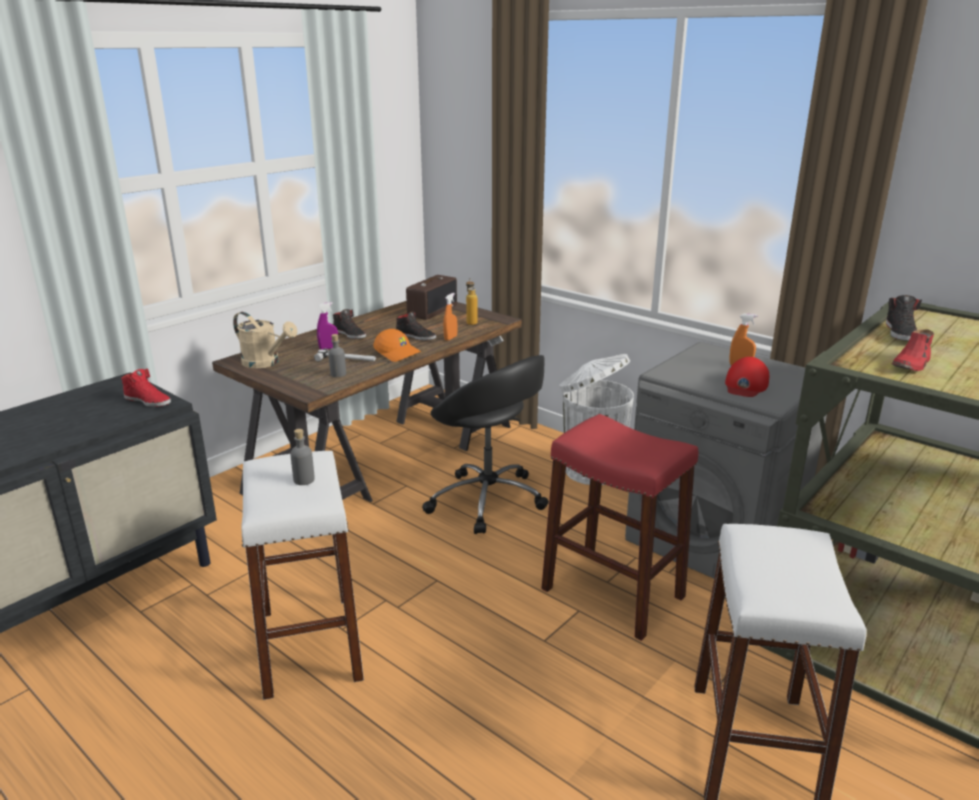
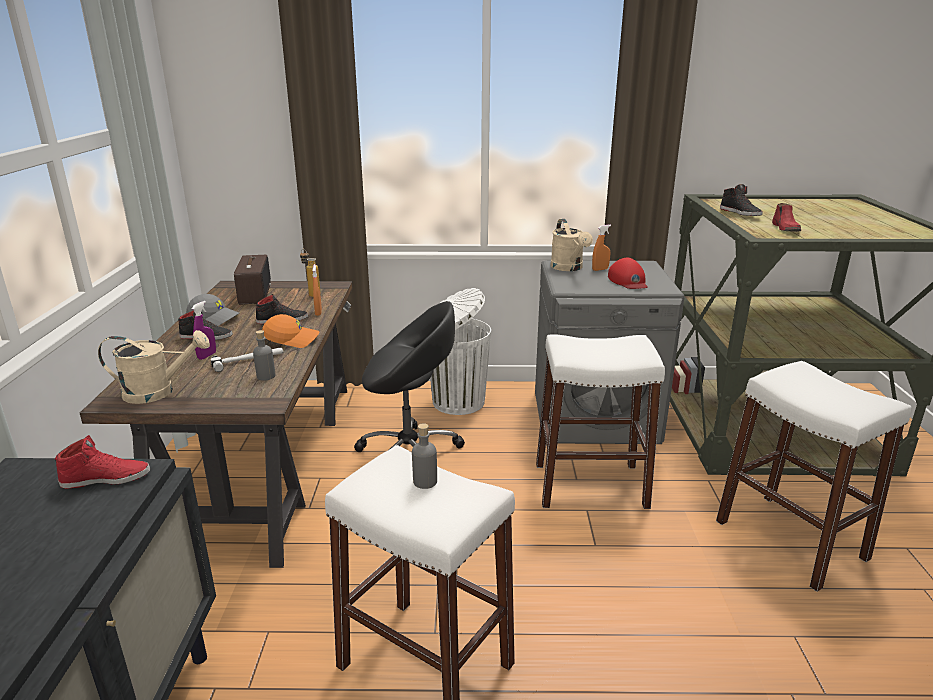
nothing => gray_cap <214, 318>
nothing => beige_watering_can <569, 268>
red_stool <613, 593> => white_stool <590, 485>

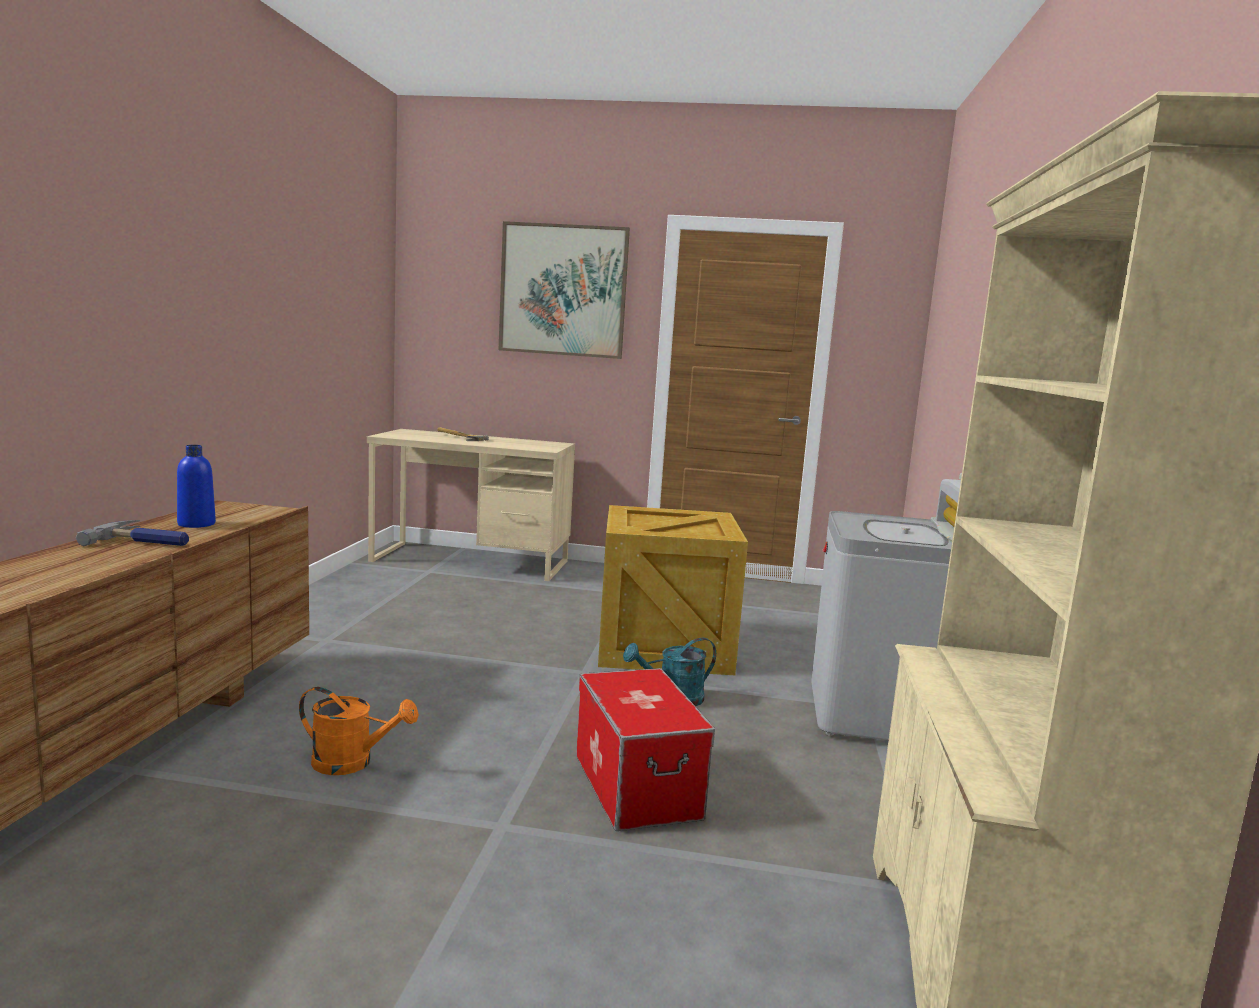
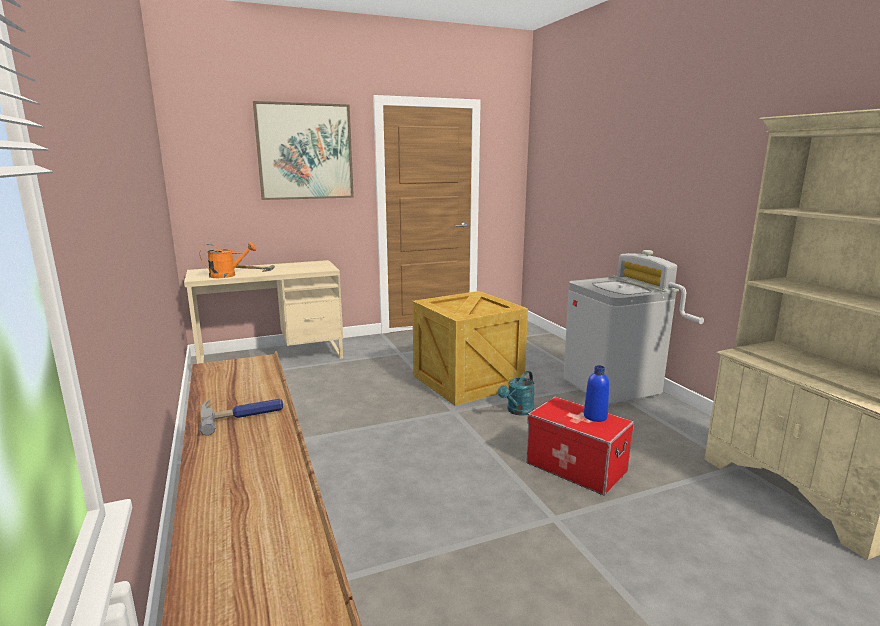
bluish_beverage_bottle <196, 524> => bluish_beverage_bottle <595, 416>, moved
orange_watering_can <352, 763> => orange_watering_can <228, 275>, moved

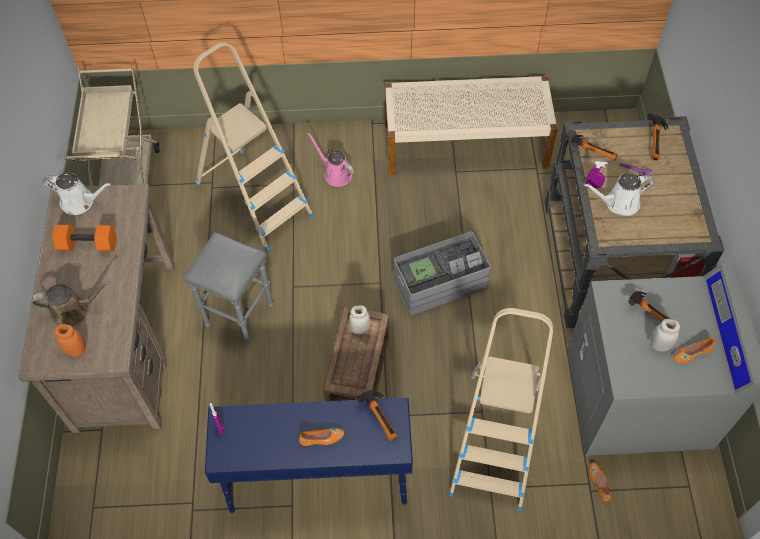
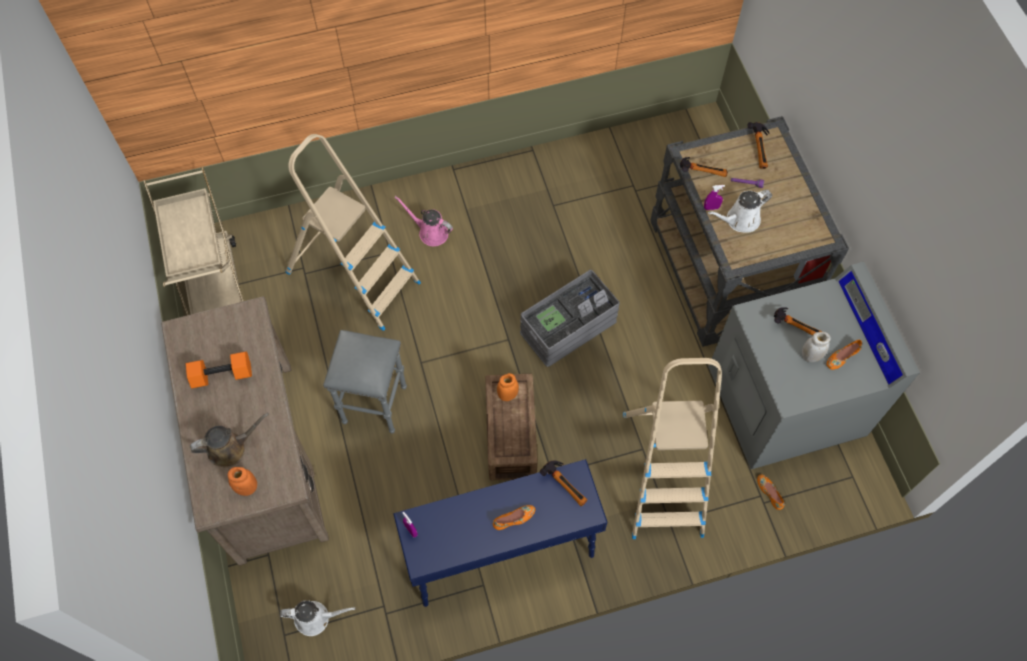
beige_indoor_bench <465, 145> => nothing
white_watering_can <80, 202> => white_watering_can <316, 618>, moved
white_preserve_jar <360, 329> => orange_preserve_jar <508, 395>

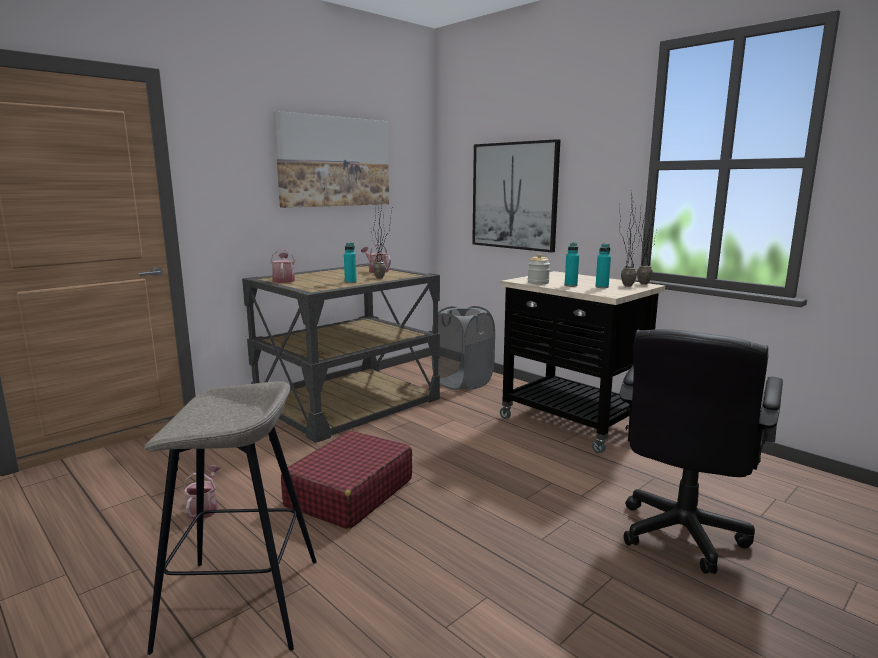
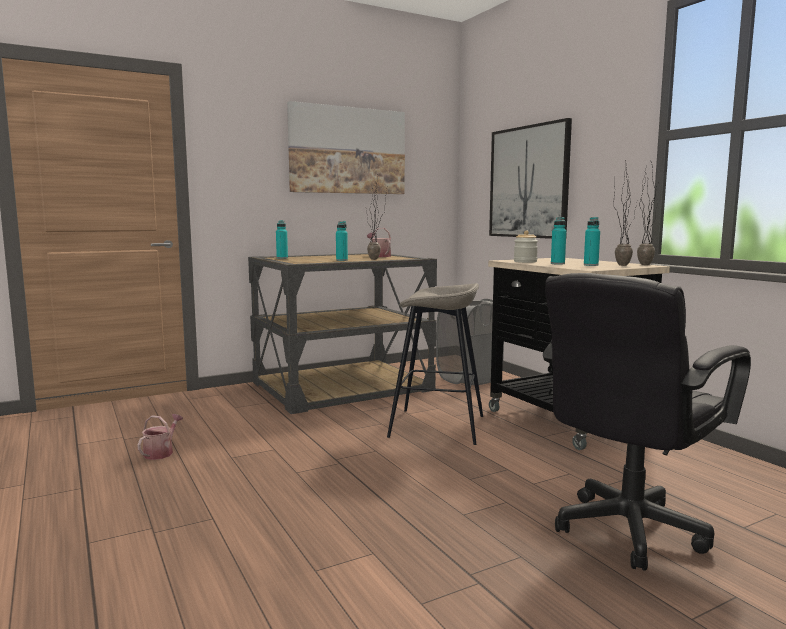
red_travel_case <349, 493> => nothing
gray_stool <241, 603> => gray_stool <437, 426>, moved
watering_can <284, 280> => blue-green_beverage_bottle <282, 258>

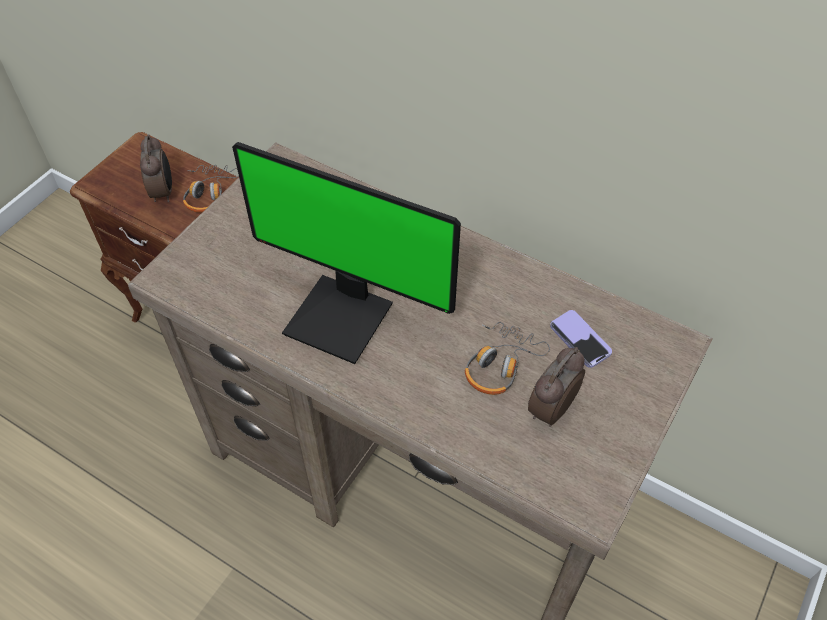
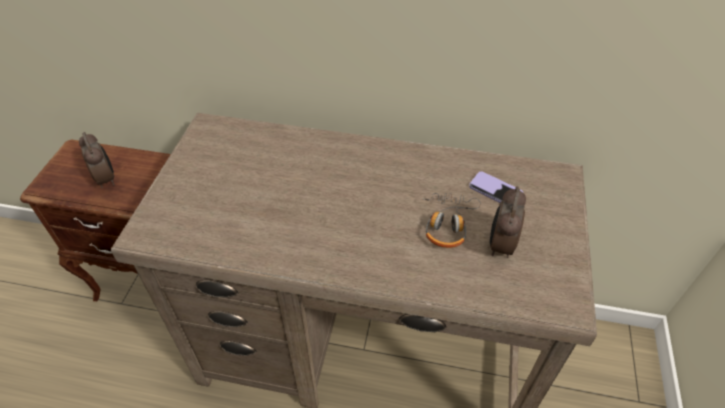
headset <210, 193> => nothing
computer_display <342, 316> => nothing

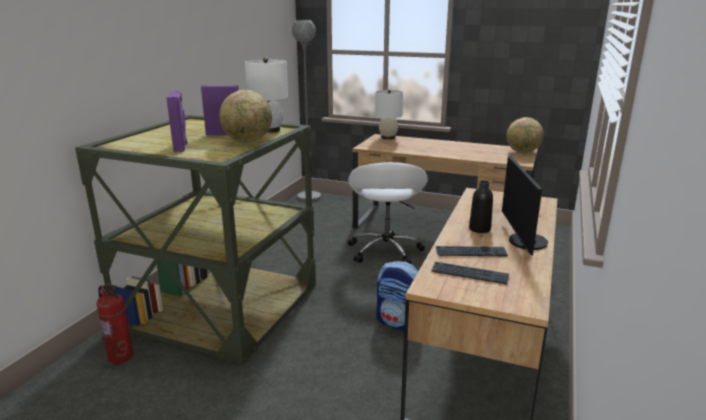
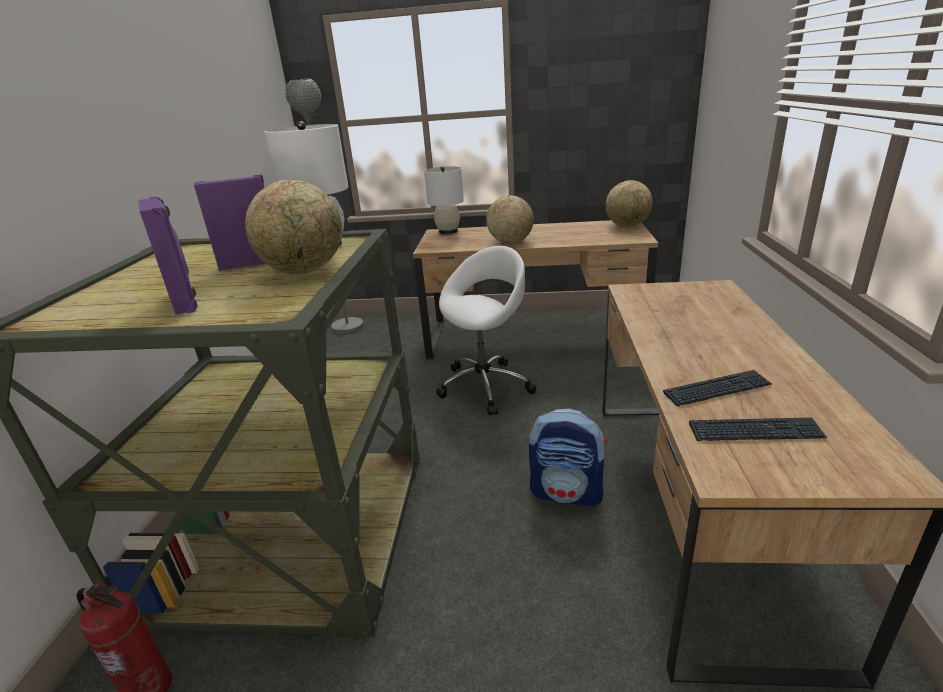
blackish_beverage_bottle <479, 229> => nothing
computer_display <523, 242> => nothing
nothing => globe <510, 242>
white_computer_chair <385, 252> => white_computer_chair <486, 385>, 105 degrees counterclockwise

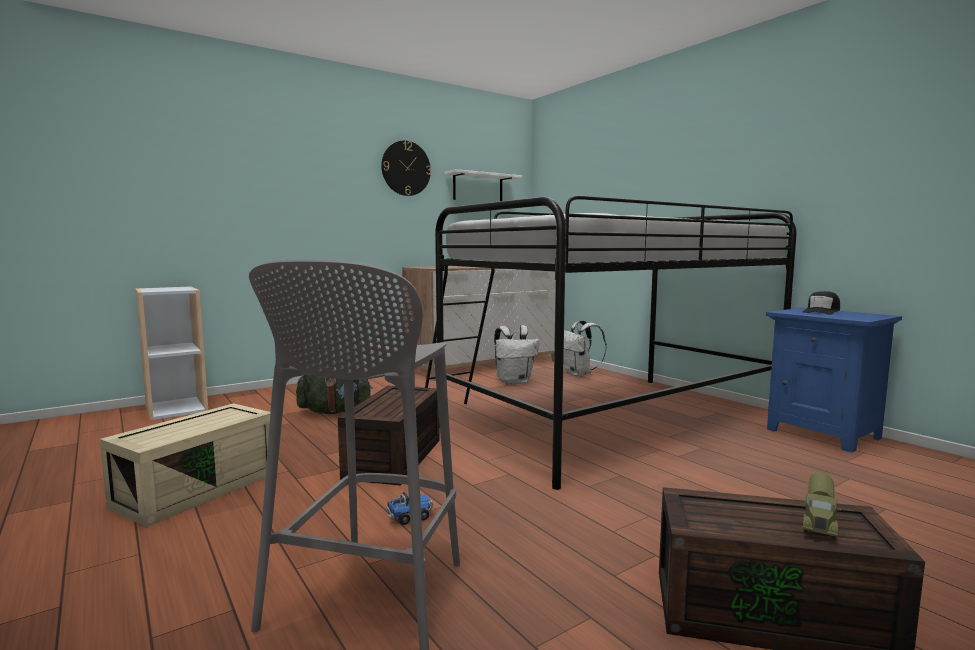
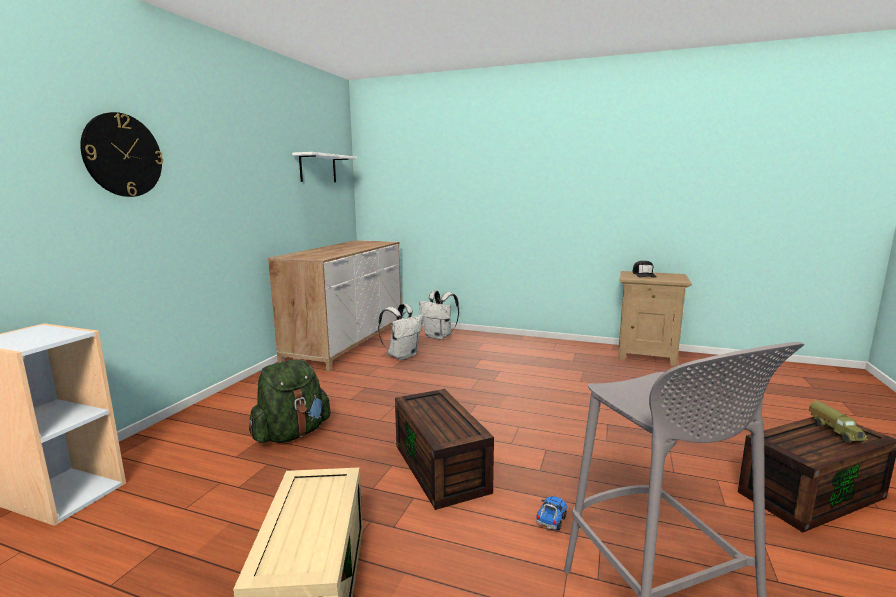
blackish_sleeping_bed <610, 420> => nothing
clock_on_the_wall <406, 168> => clock_on_the_wall <123, 155>, moved
bluish_bedside_table <823, 434> => beige_bedside_table <647, 356>

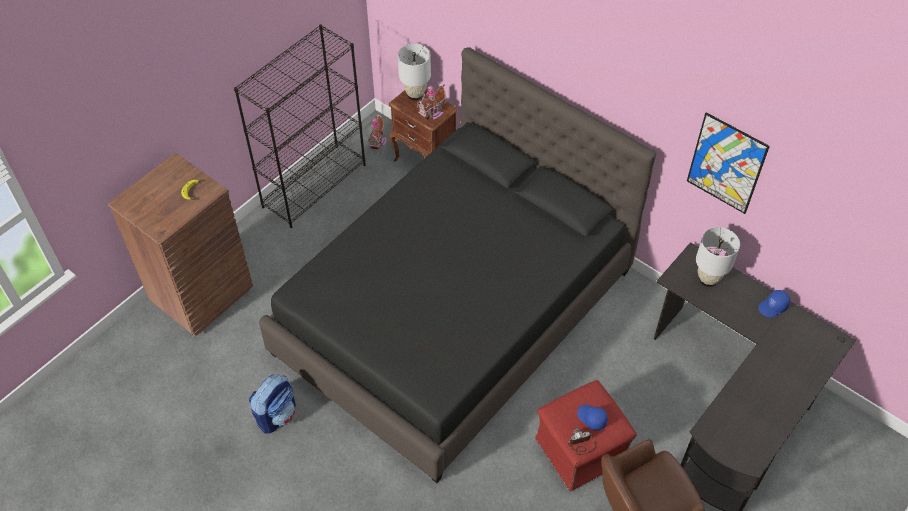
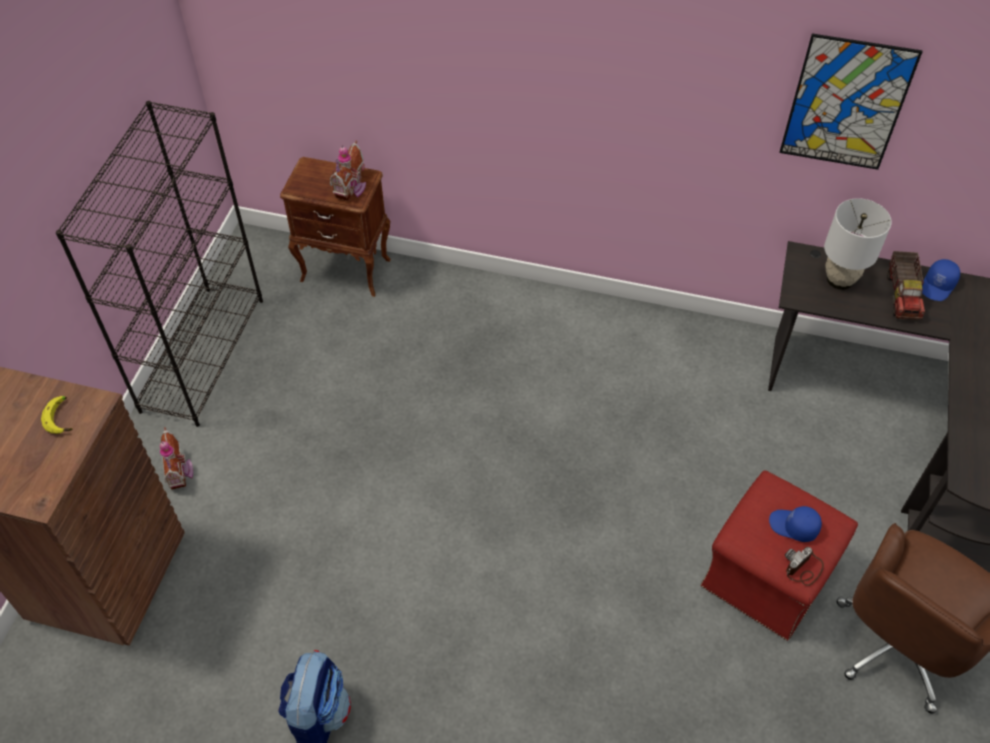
blackish_sleeping_bed <455, 311> => nothing
white_lamp_for_a_table <415, 94> => nothing
nothing => toy_lorry <903, 295>
miniature_house <378, 142> => miniature_house <180, 472>, moved

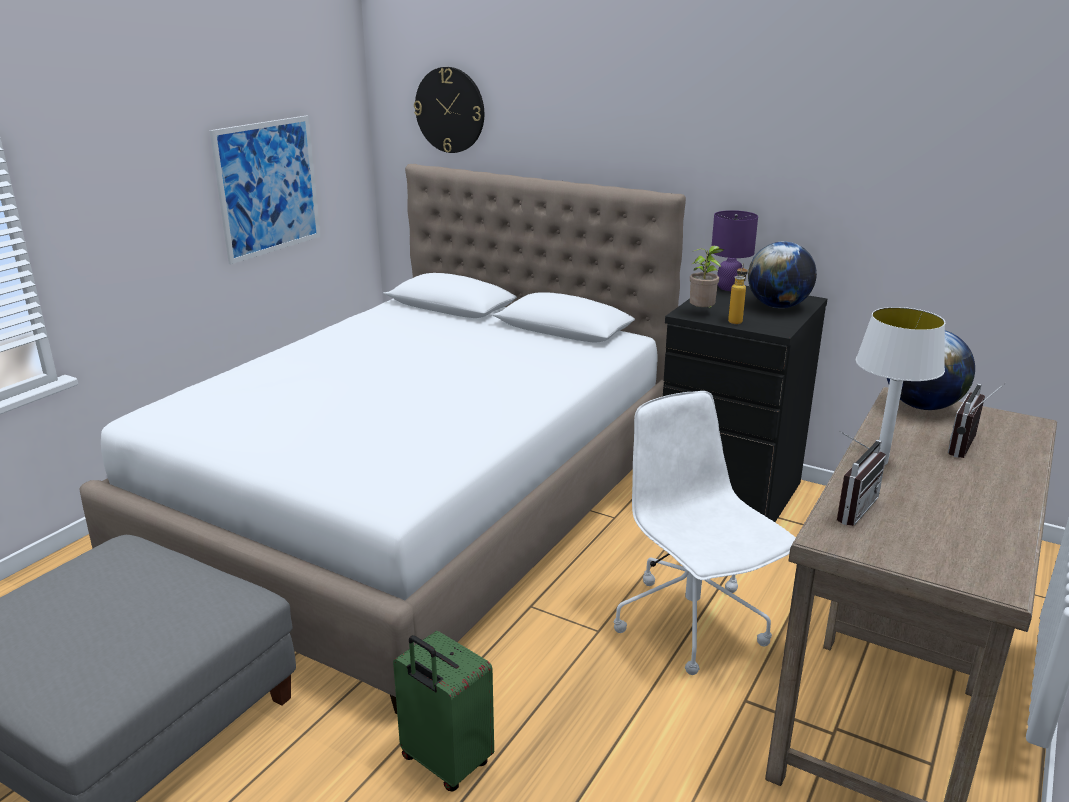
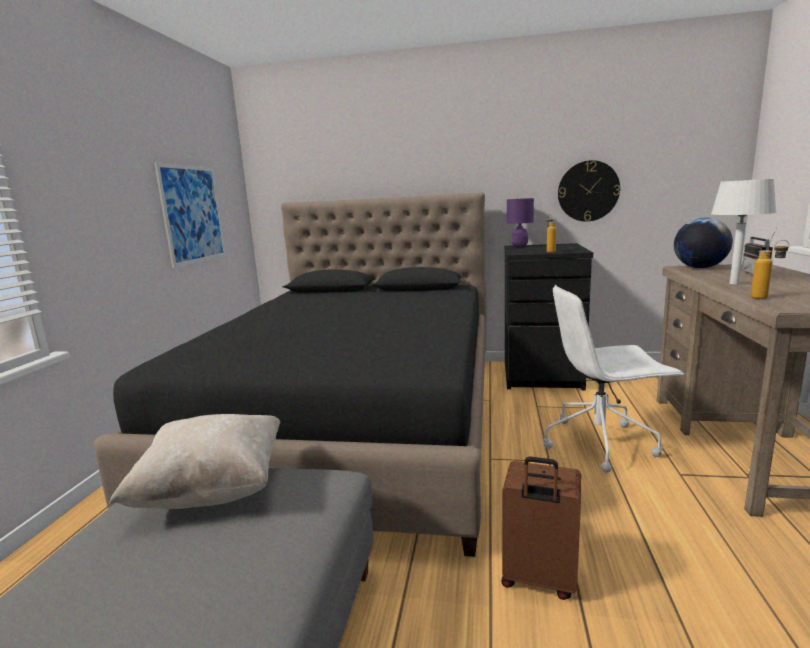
plant_in_a_pot <702, 313> => nothing
globe <778, 306> => nothing
nothing => beige_cushion <213, 488>
clock_on_the_wall <450, 110> => clock_on_the_wall <588, 191>, moved
radio <849, 507> => beverage_bottle <765, 297>
white_sleeping_bed <421, 506> => blackish_sleeping_bed <357, 421>
green_travel_case <444, 763> => brown_travel_case <538, 579>
white_computer_chair <695, 628> => white_computer_chair <603, 443>, 45 degrees counterclockwise

